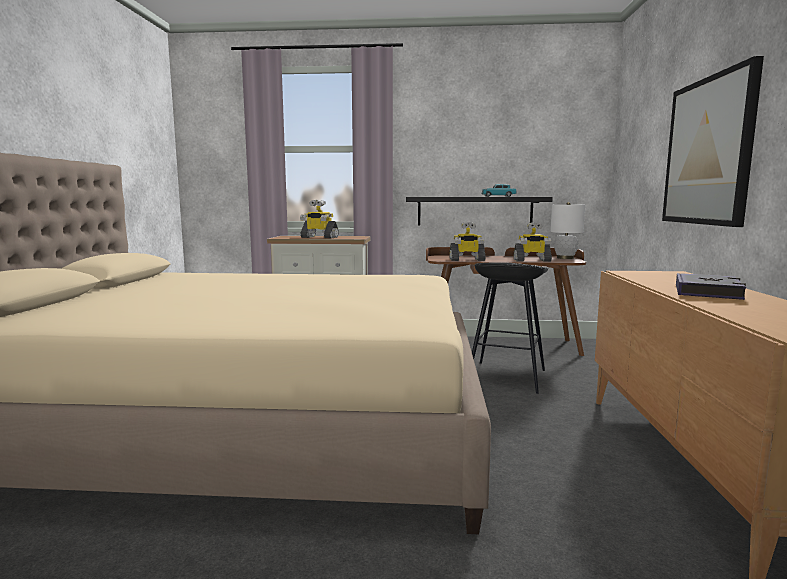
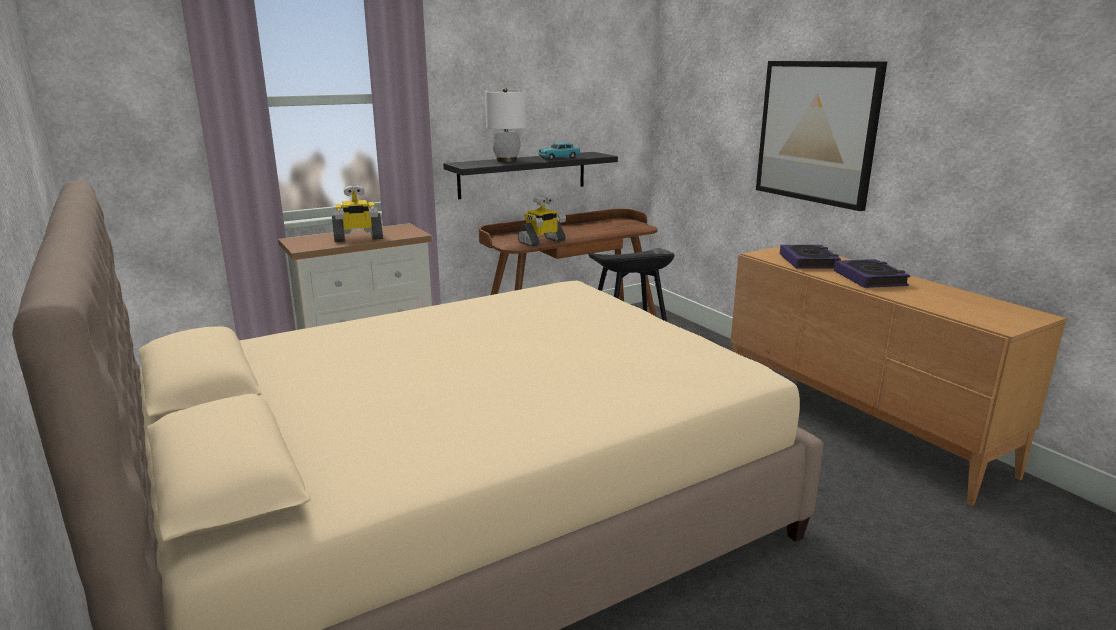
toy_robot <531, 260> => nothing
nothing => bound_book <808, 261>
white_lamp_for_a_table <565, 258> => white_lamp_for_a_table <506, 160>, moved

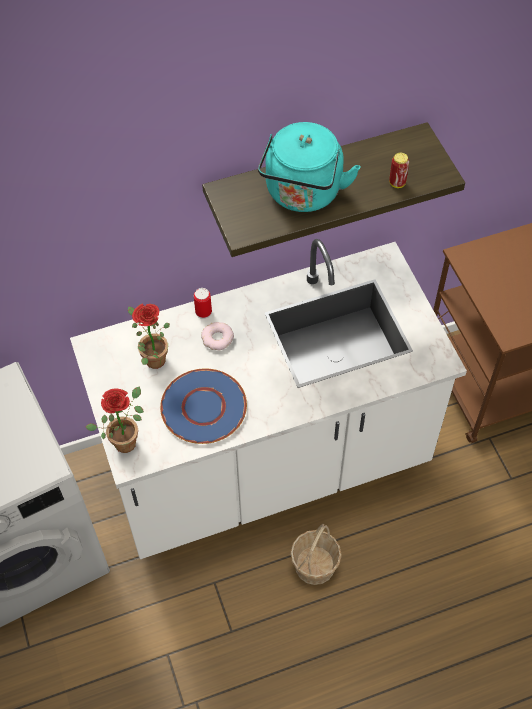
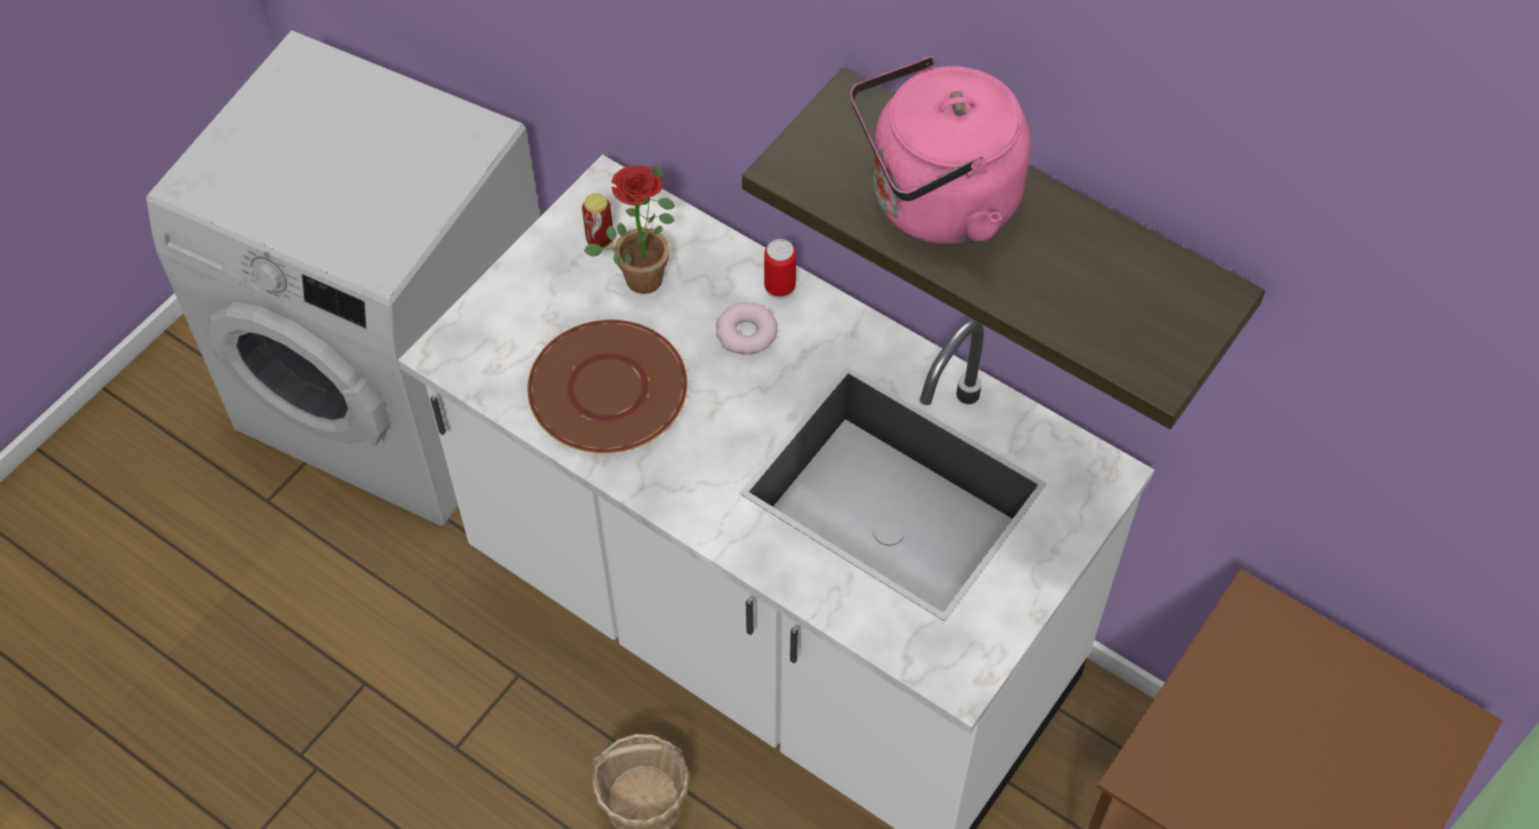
plant_in_a_pot <126, 439> => nothing
can <397, 183> => can <600, 240>, moved
bluish_flat_dish <203, 408> => brown_flat_dish <607, 389>
blue-green_water_kettle <303, 194> => pinkish_water_kettle <935, 204>

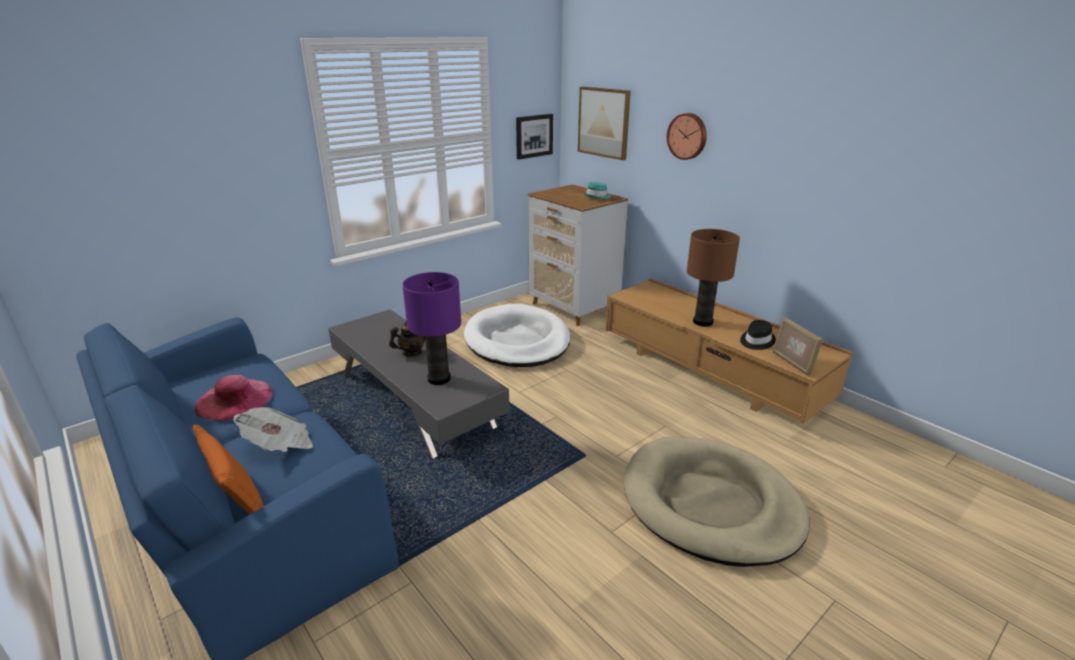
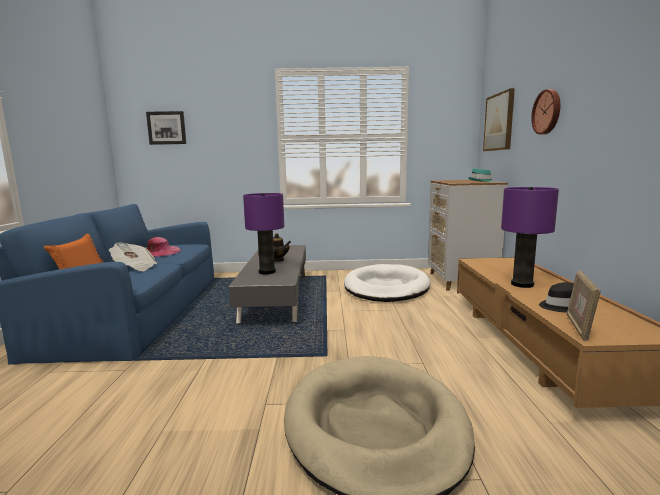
wall_art <534, 136> => wall_art <166, 128>, moved
brown_lamp_for_a_table <703, 322> => purplish_lamp_for_a_table <522, 284>

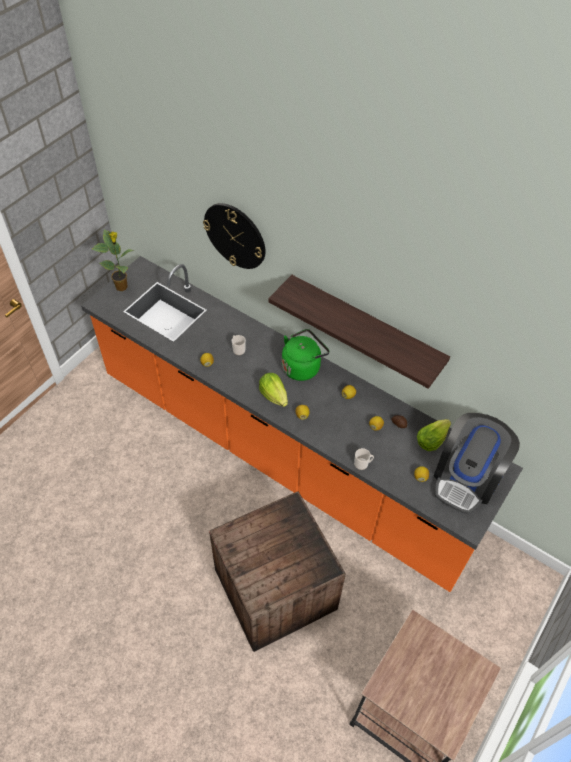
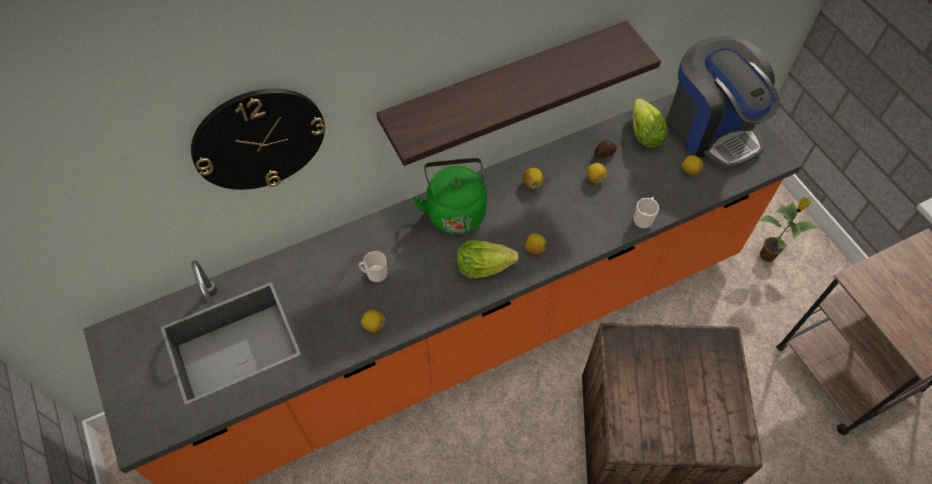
plant_in_a_pot <122, 287> => plant_in_a_pot <768, 254>, moved

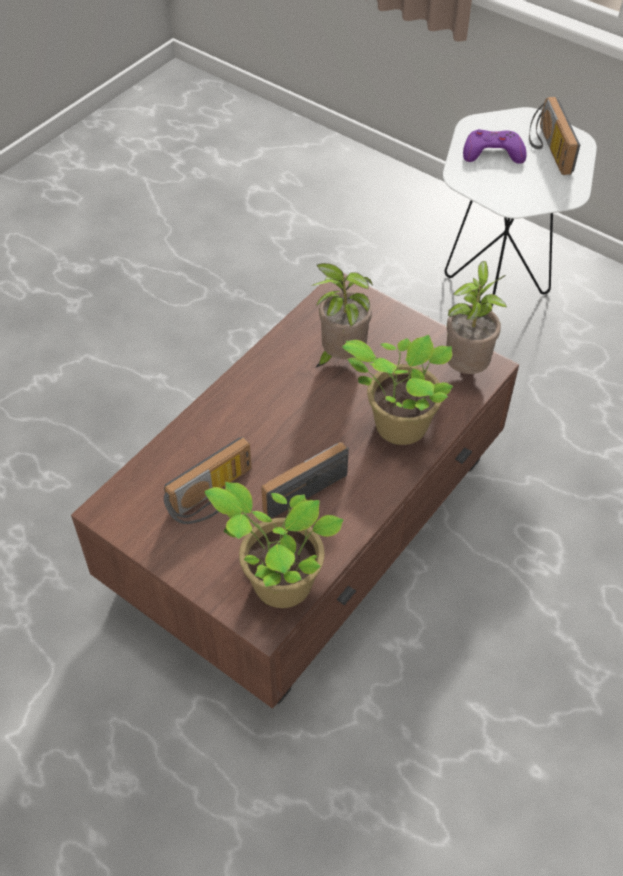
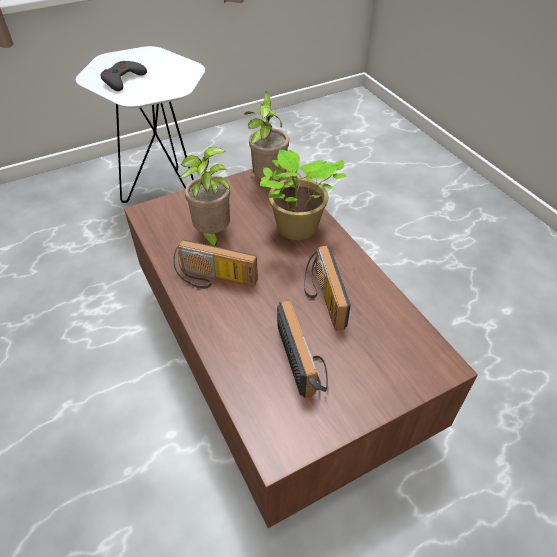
plant_in_a_pot <277, 582> => nothing
radio <547, 149> => radio <214, 280>, moved
purplish_game_controller <493, 152> => gray_game_controller <123, 80>

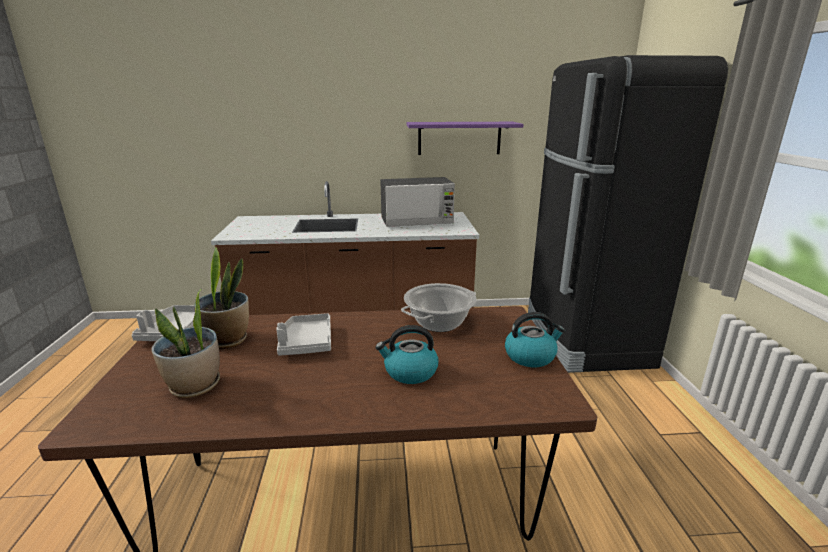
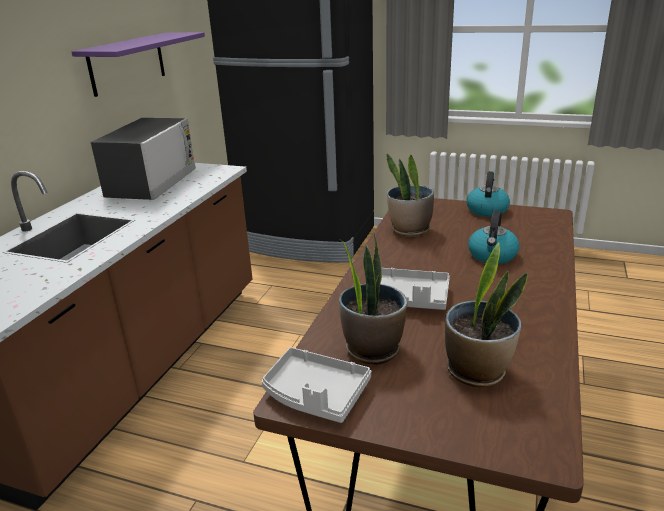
stockpot <439, 323> => plant_in_a_pot <409, 230>

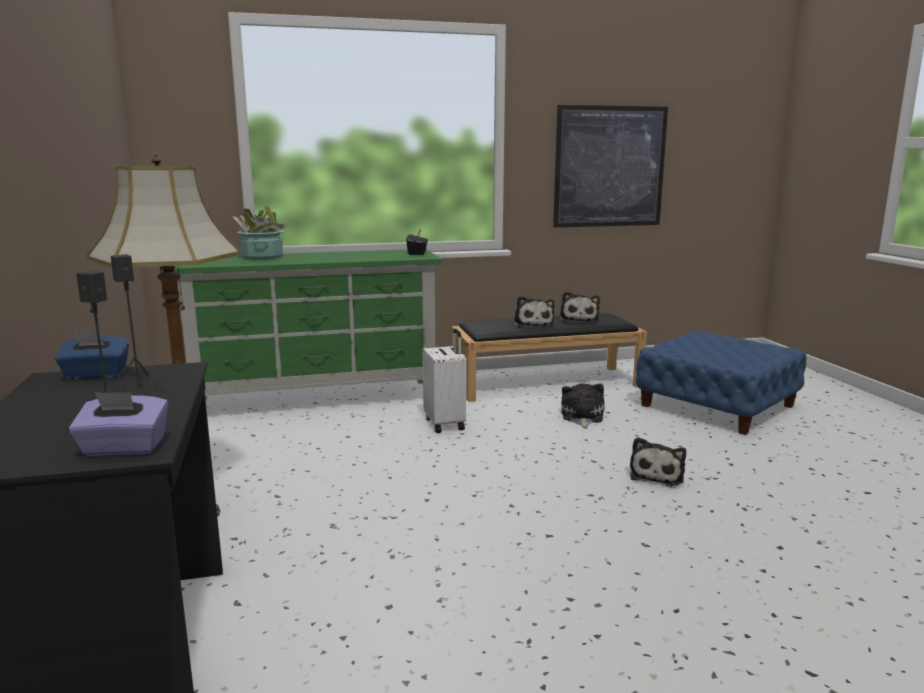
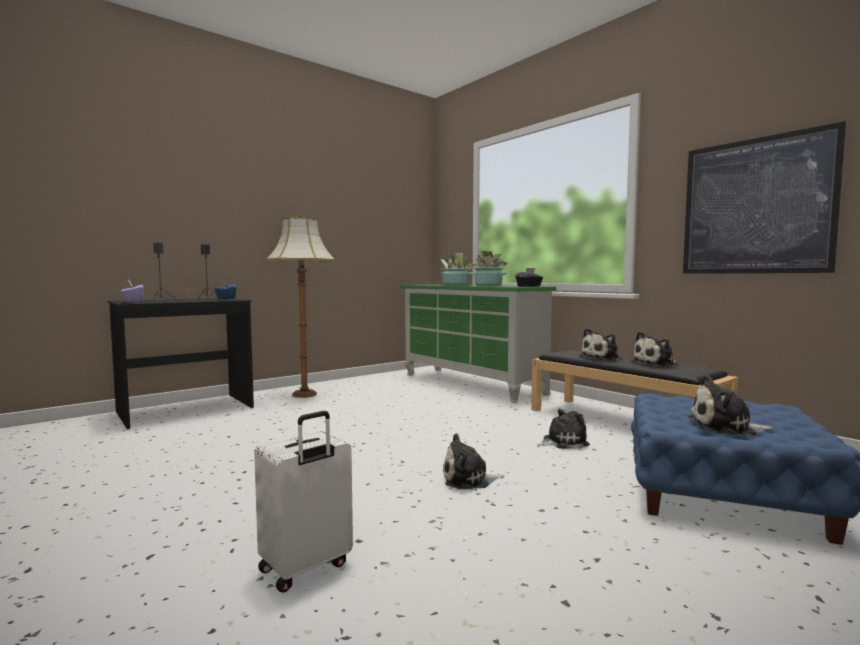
nothing => plant_in_a_pot <488, 285>
nothing => plush_toy <726, 427>
white_travel_case <445, 424> => white_travel_case <306, 568>, moved

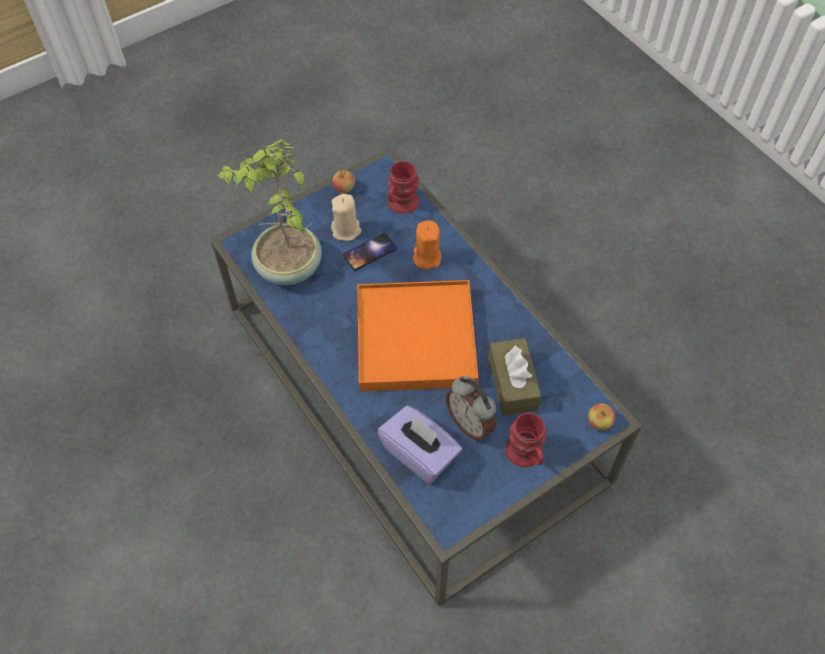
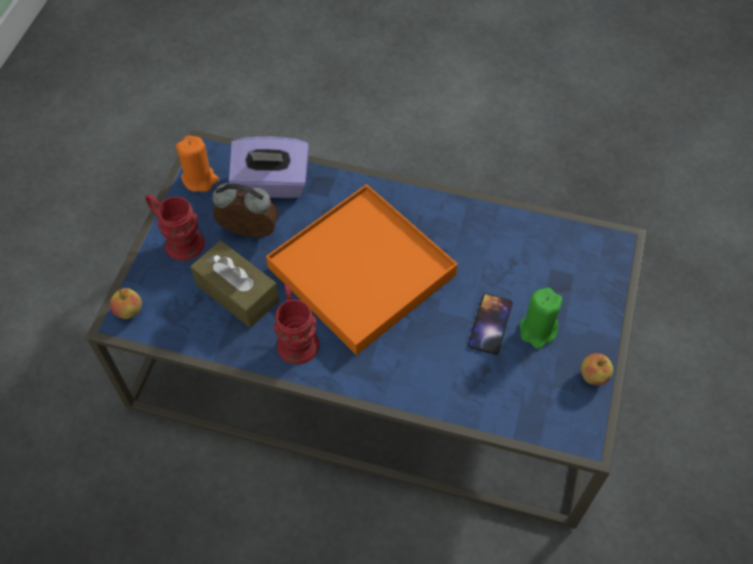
plant_in_a_pot <287, 268> => nothing
red_coffee_mug <400, 205> => red_coffee_mug <296, 337>, moved
orange_wax_light <426, 257> => orange_wax_light <200, 179>, moved
beige_wax_light <346, 230> => green_wax_light <537, 330>

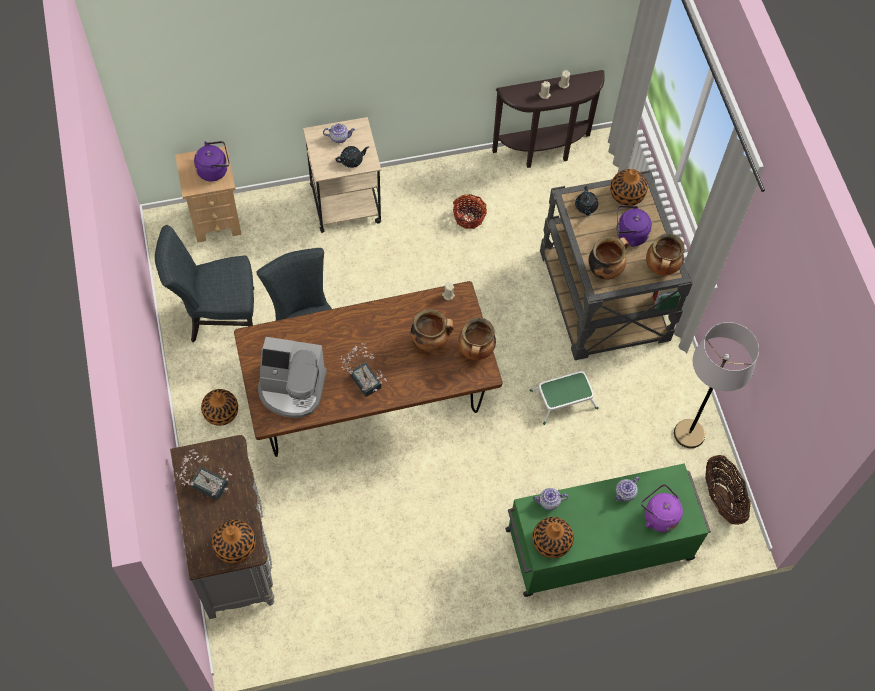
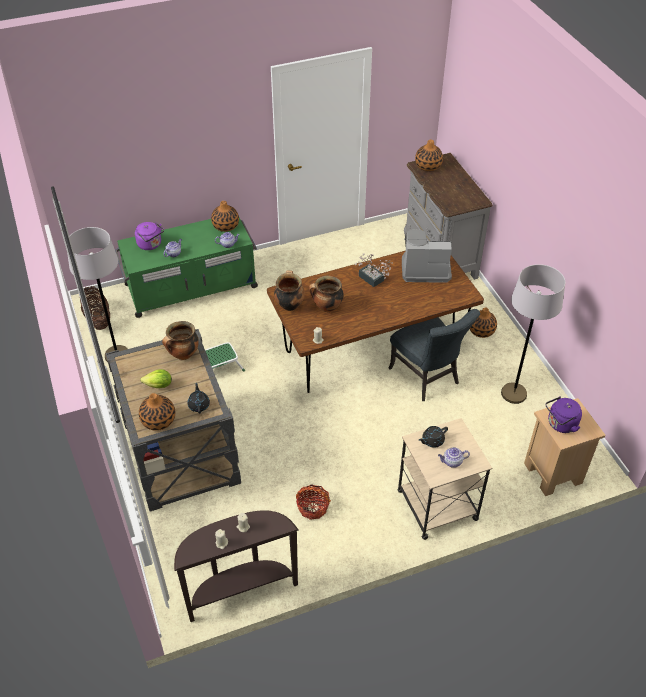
plant_in_a_pot <206, 483> => nothing
stockpot <661, 268> => nothing
gray_upright_chair <217, 316> => gray_standard_lamp <514, 394>
purplish_water_kettle <629, 235> => lettuce <159, 385>

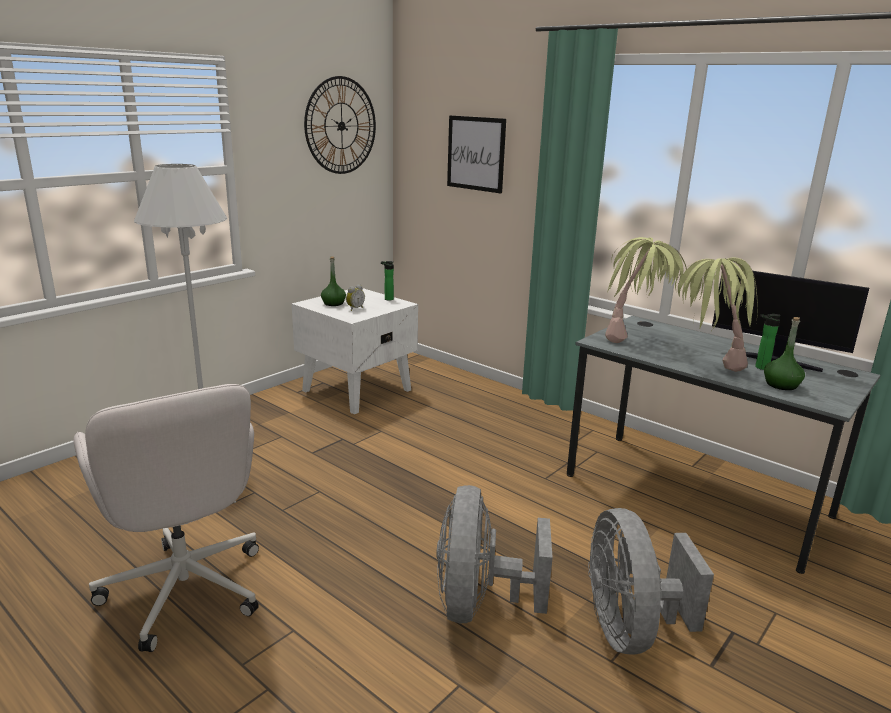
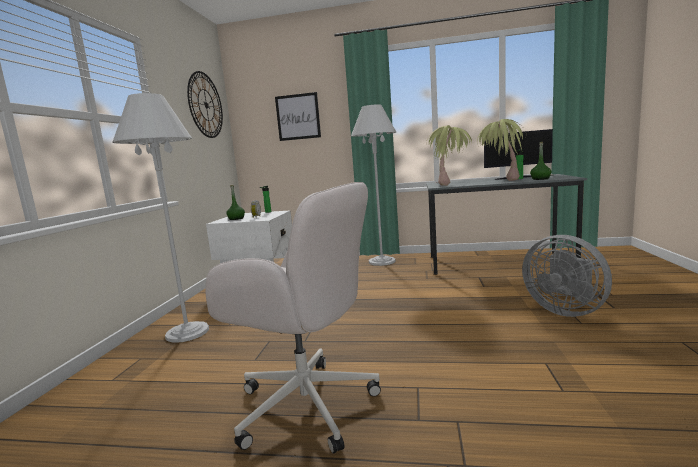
gray_cooling_fan <479, 603> => nothing
nothing => white_standard_lamp <382, 261>

